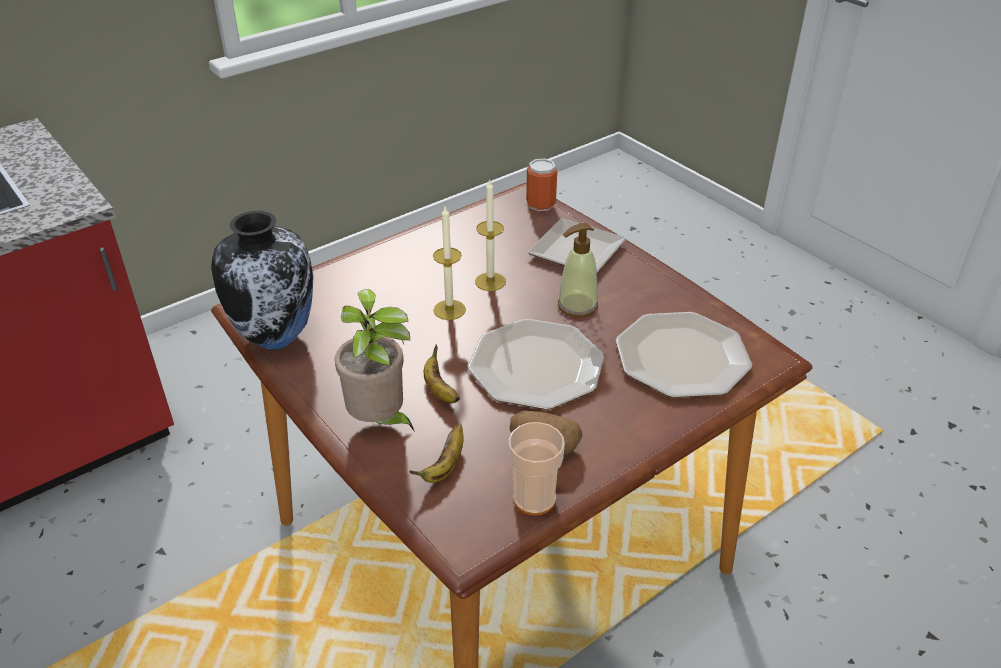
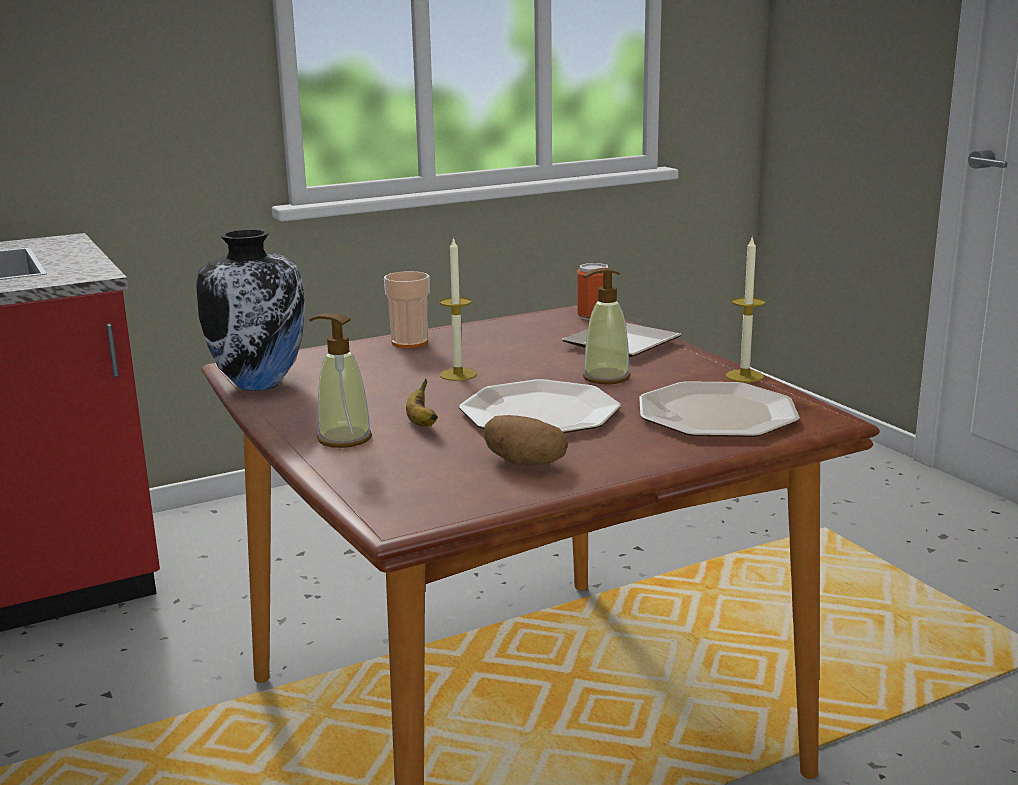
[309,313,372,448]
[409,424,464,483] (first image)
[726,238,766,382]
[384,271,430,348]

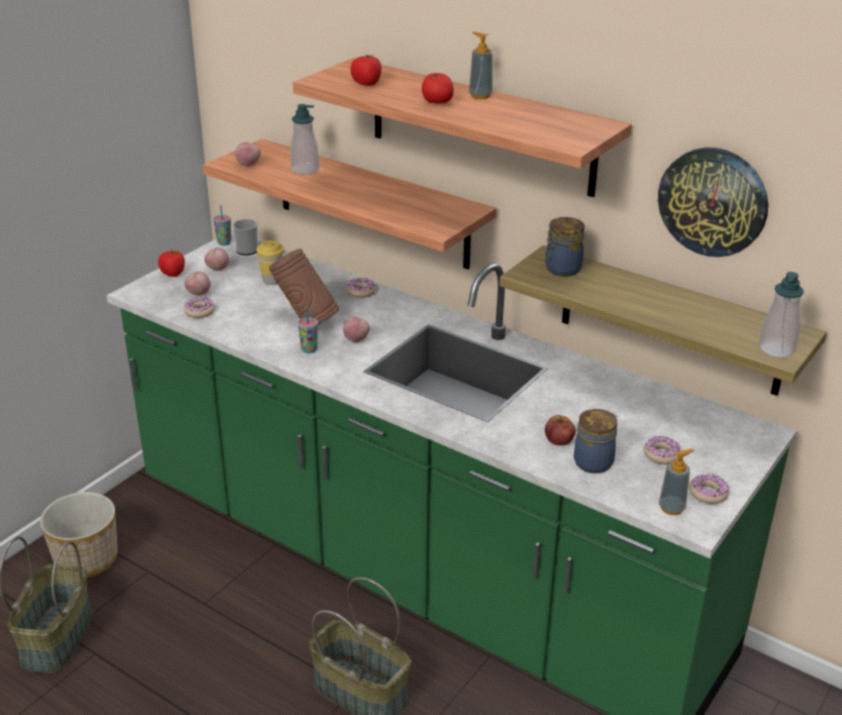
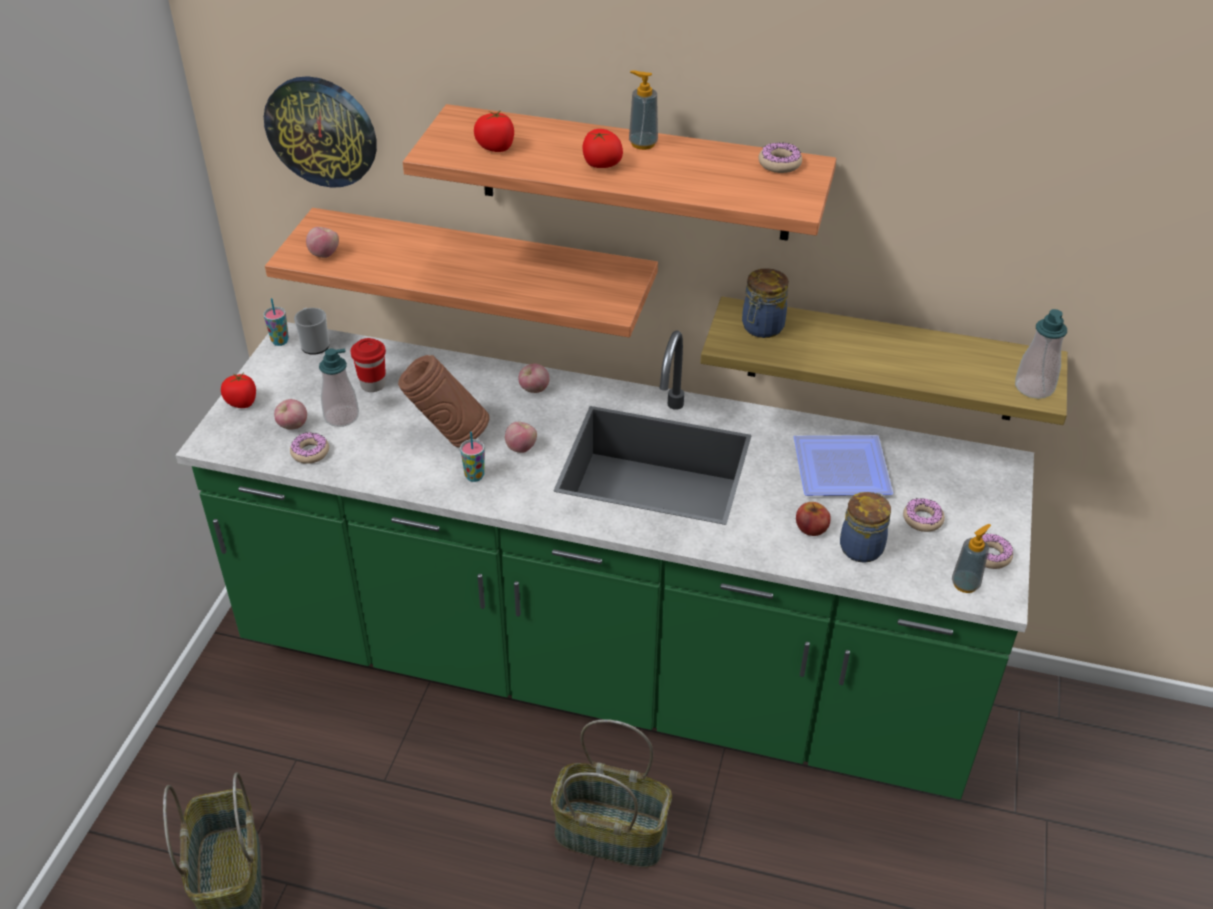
[40,492,118,578] (first image)
[519,363,550,393]
[351,338,386,392]
[319,348,359,427]
[758,142,802,173]
[264,76,377,188]
[793,435,893,496]

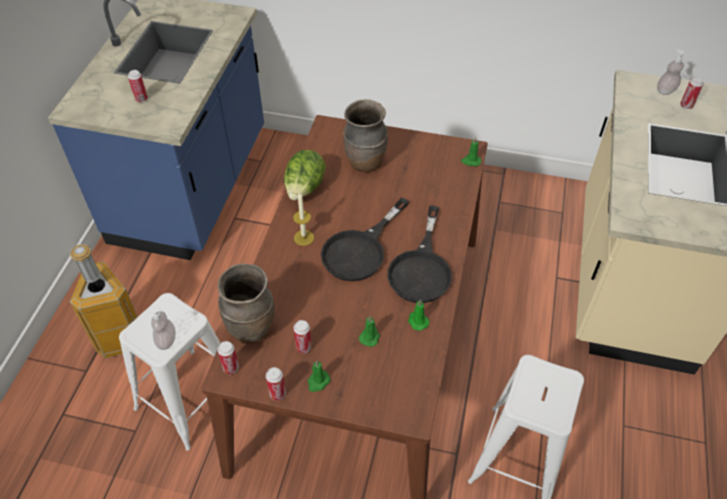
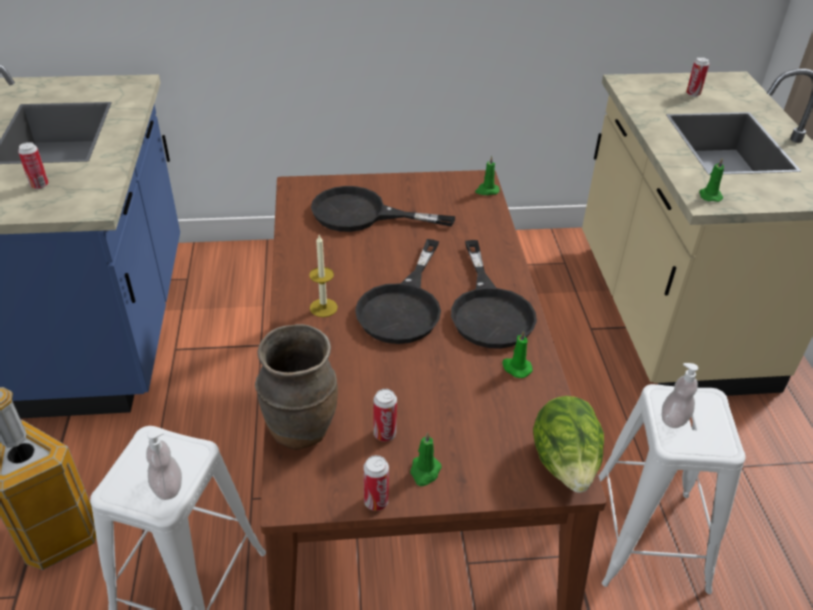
[218,341,239,374] (first image)
[533,396,604,493]
[311,186,455,232]
[699,158,724,202]
[662,363,698,428]

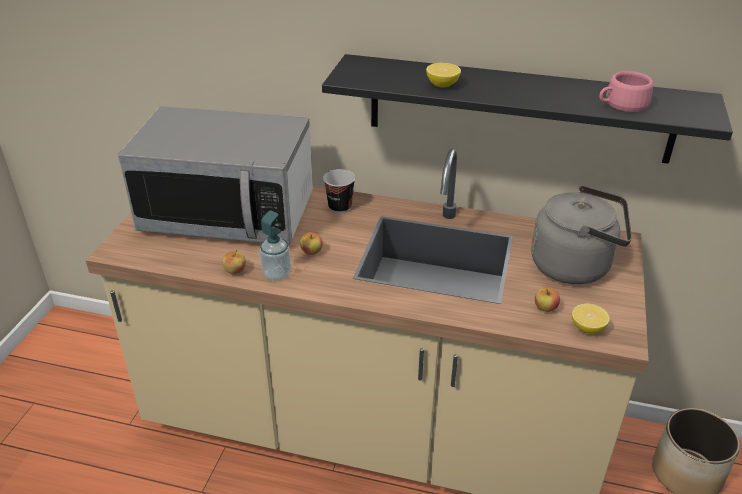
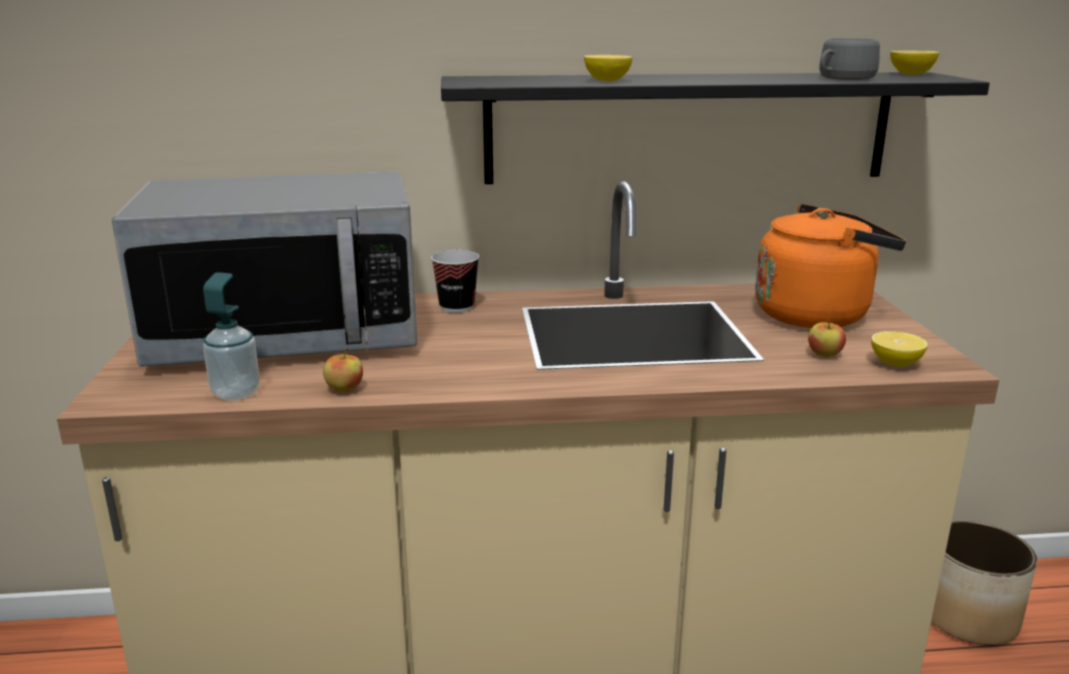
[203,272,260,401]
[300,233,323,255] (first image)
[755,204,906,328]
[819,38,880,80]
[890,50,939,75]

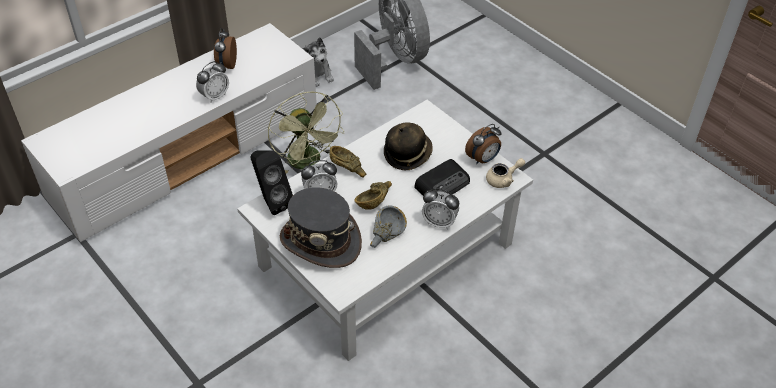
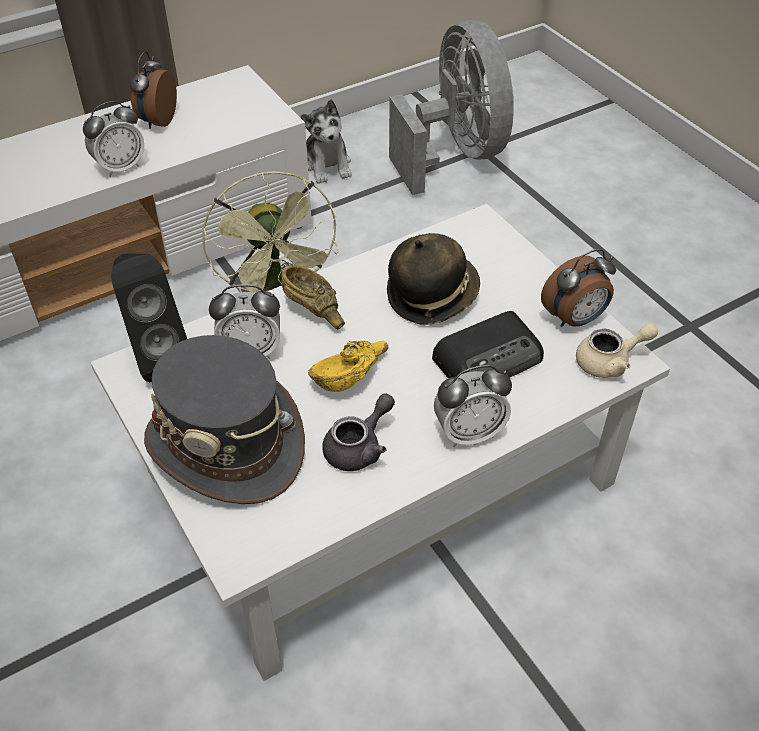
[308,341,388,392]
[322,393,395,471]
[434,365,512,447]

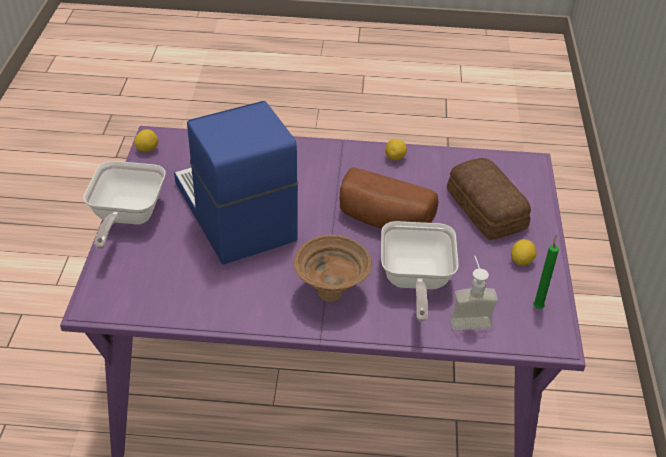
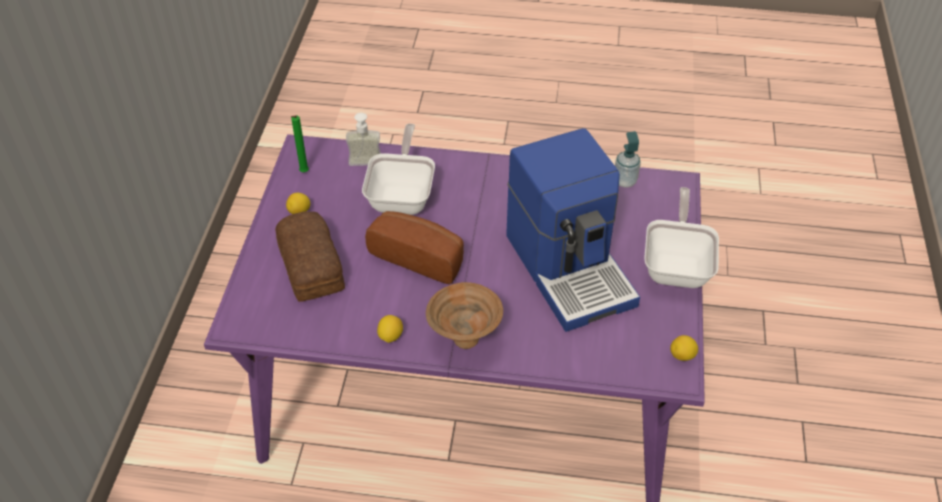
[426,282,503,349]
[615,131,641,187]

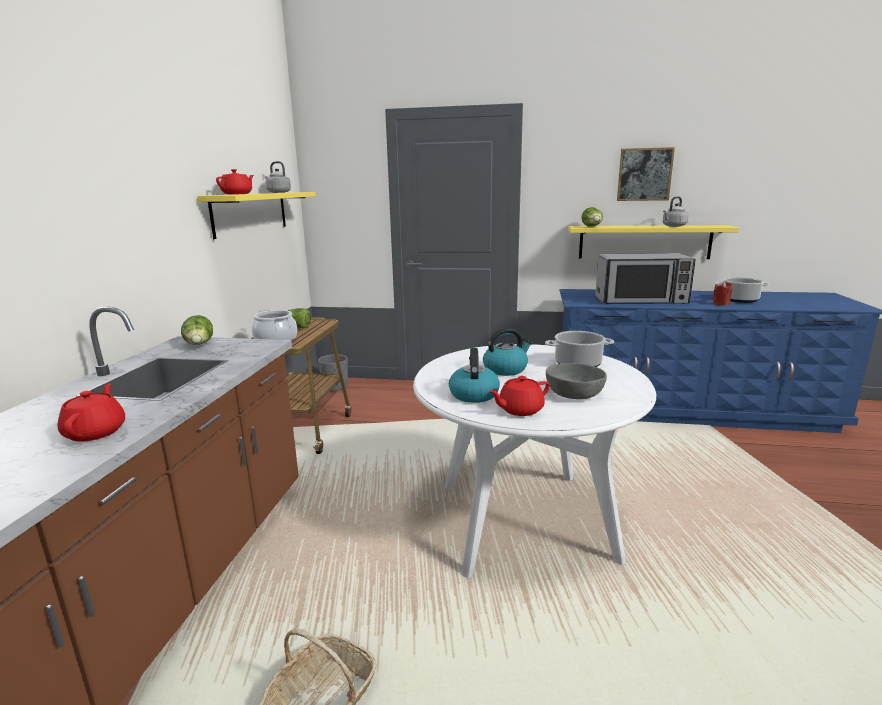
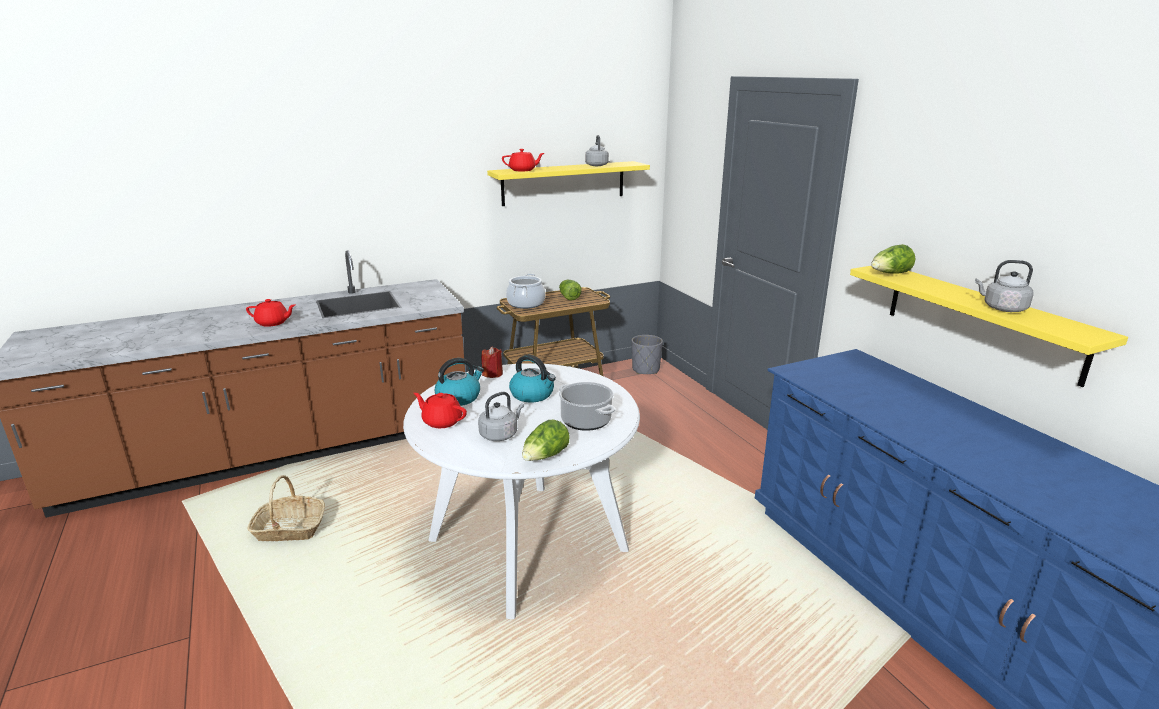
[246,299,295,327]
[522,420,569,461]
[478,392,524,441]
[595,253,696,304] (first image)
[617,147,675,201] (first image)
[481,346,503,378]
[716,277,771,303] (first image)

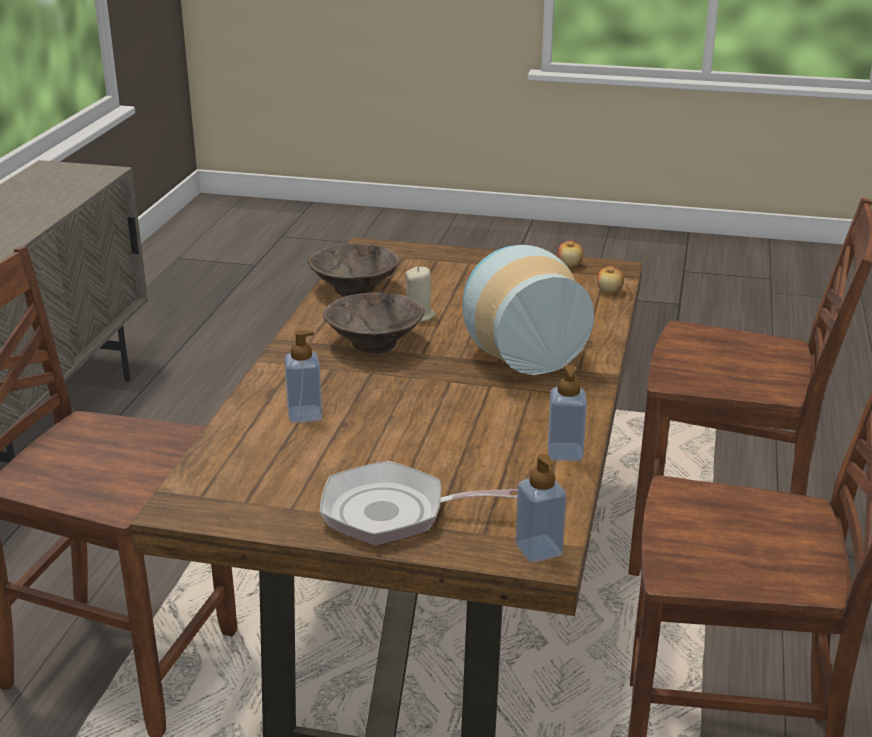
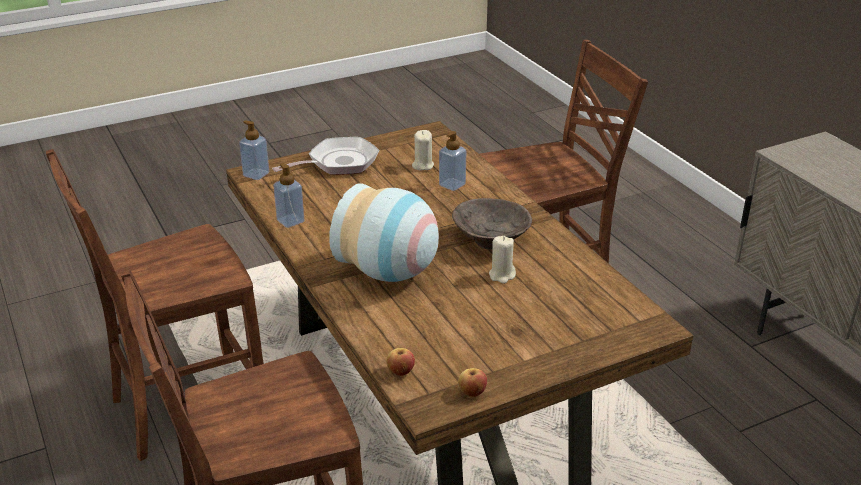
[308,244,400,297] (first image)
[412,130,434,171]

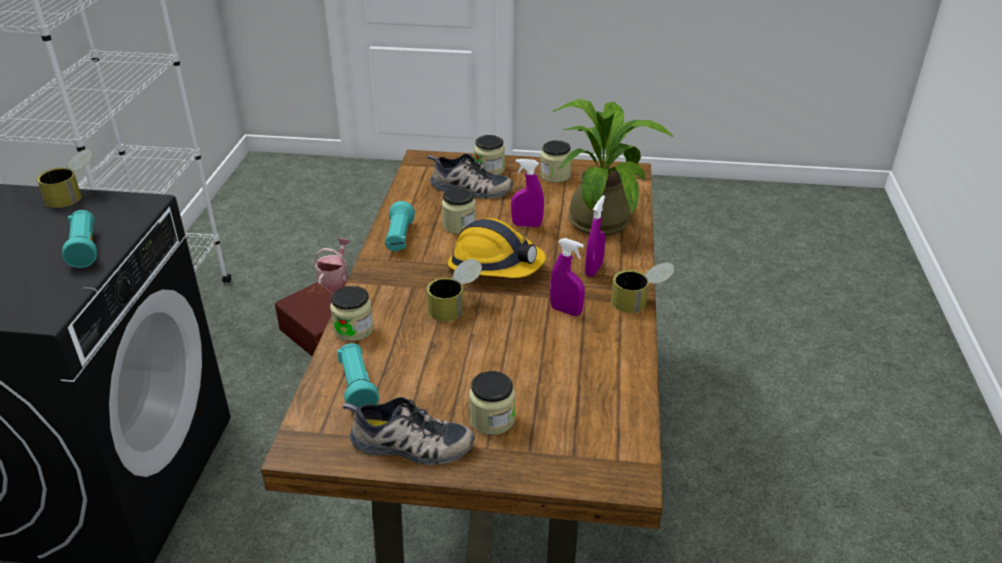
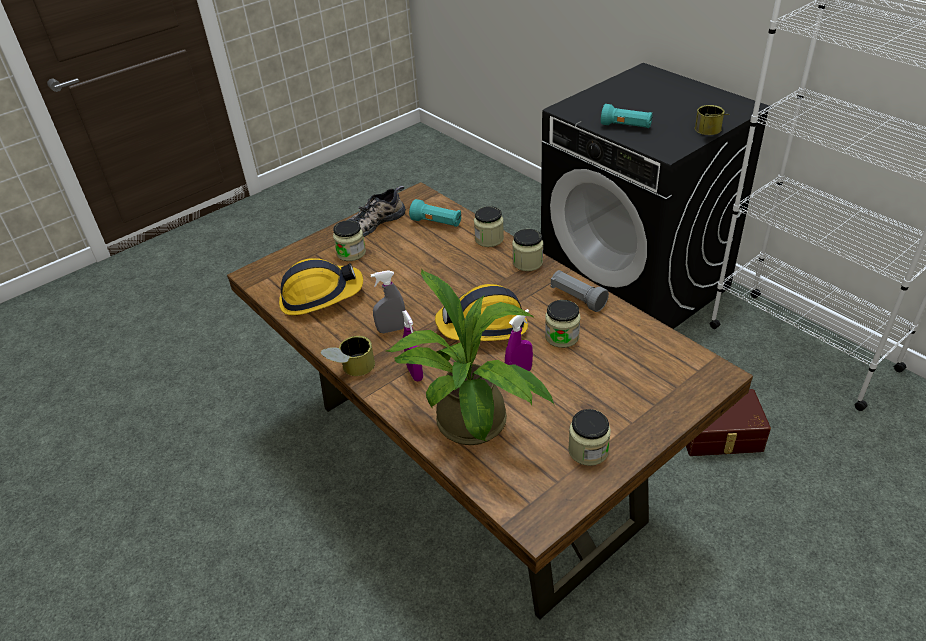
[314,238,350,293] (first image)
[551,270,609,312]
[426,259,482,321] (first image)
[427,154,513,199] (first image)
[512,229,543,271]
[371,270,406,333]
[279,258,363,315]

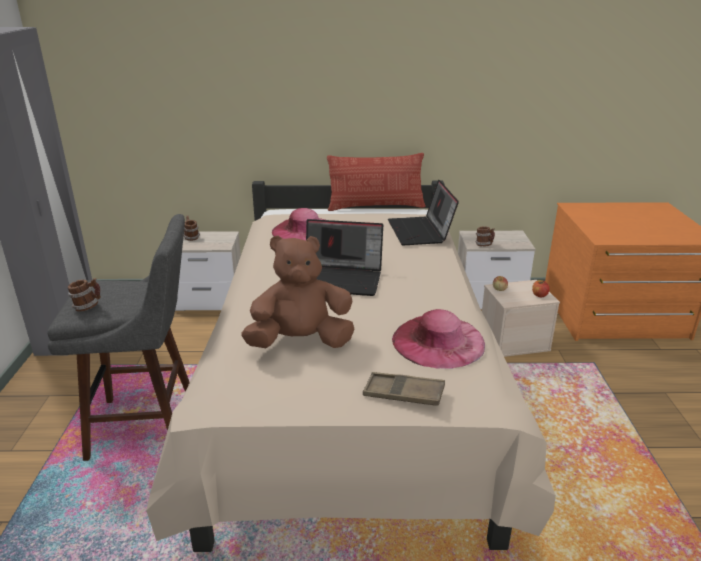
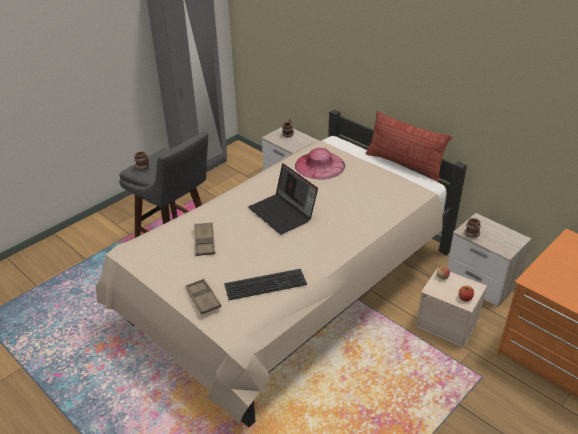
[194,222,215,256]
[388,179,459,245] (first image)
[224,269,307,300]

